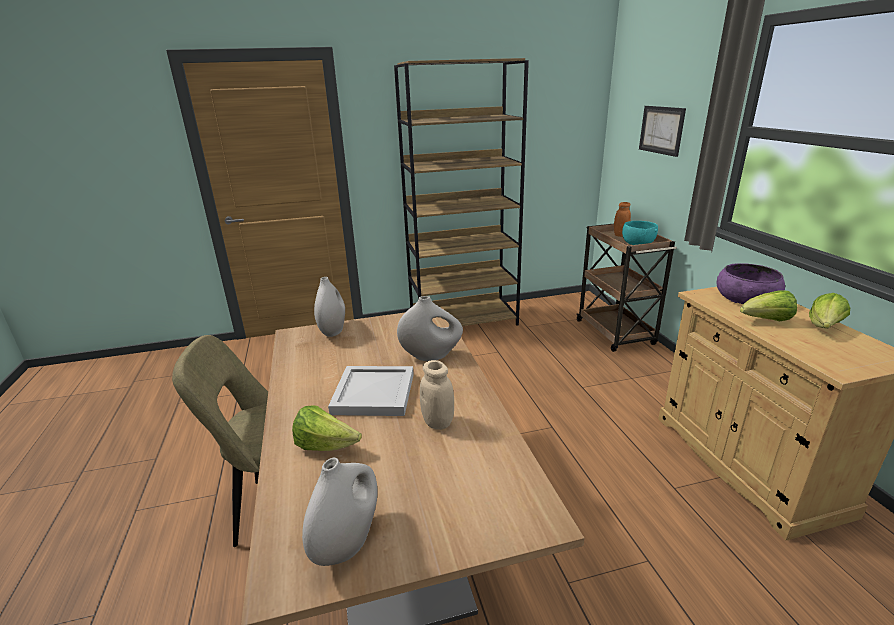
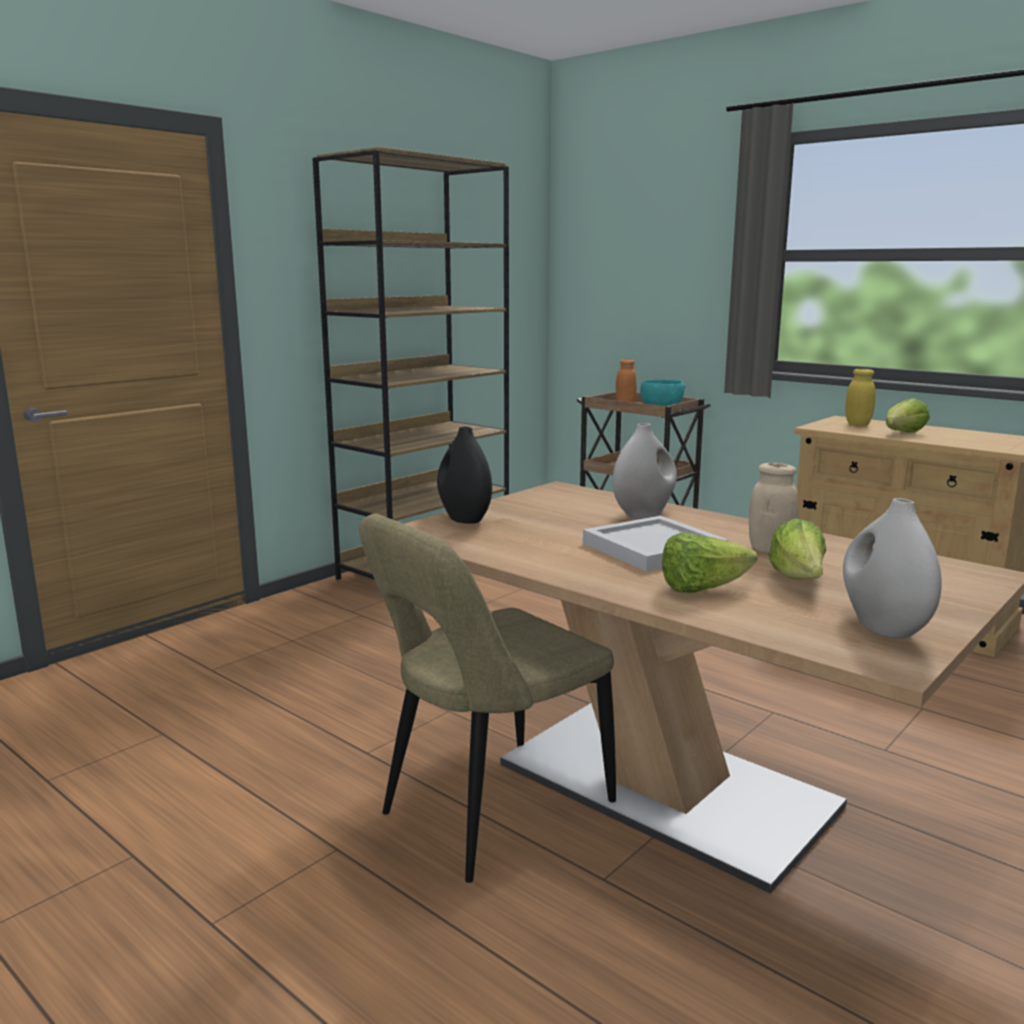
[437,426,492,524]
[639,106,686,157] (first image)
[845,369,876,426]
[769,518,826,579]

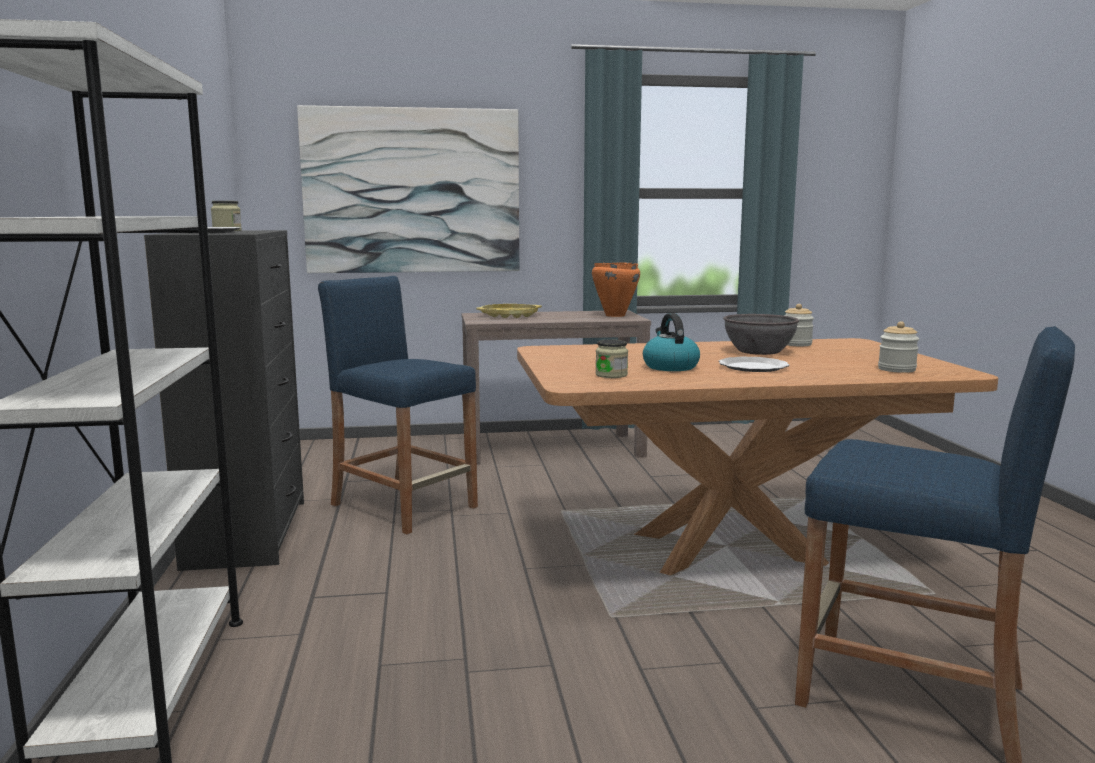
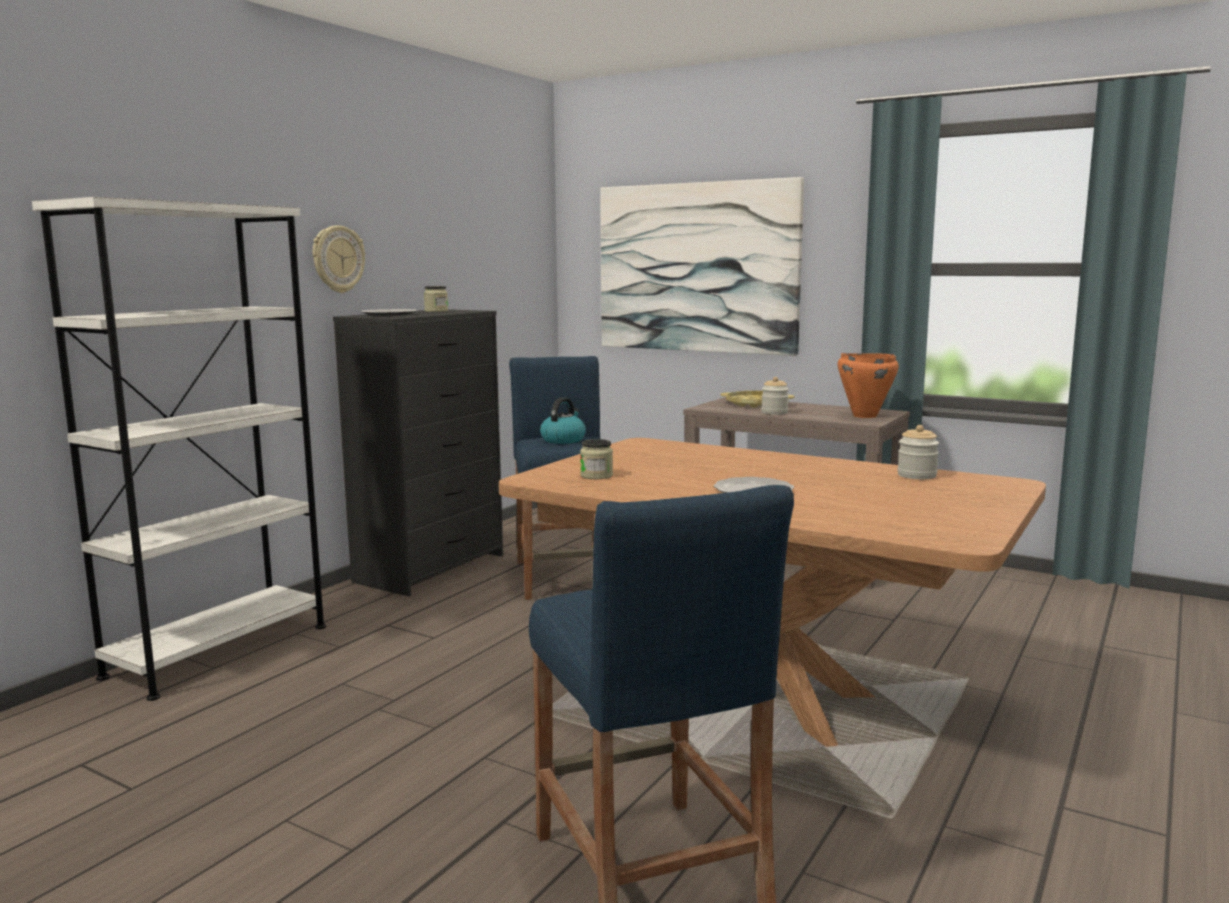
[540,397,586,444]
[723,314,799,355] (first image)
[761,377,789,415]
[313,225,365,293]

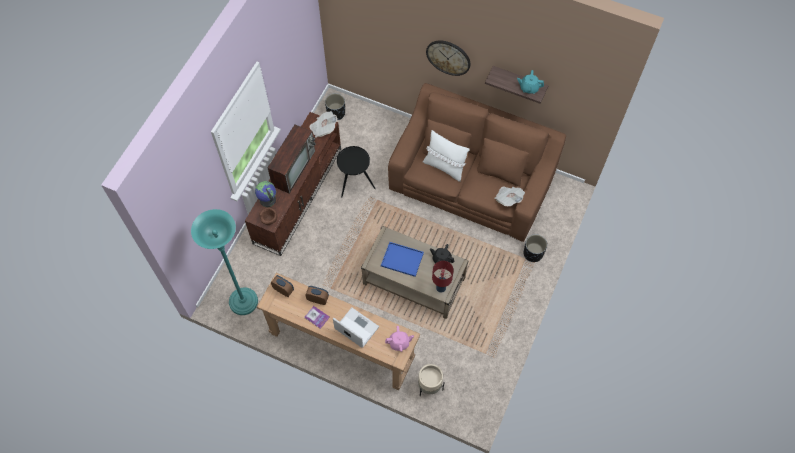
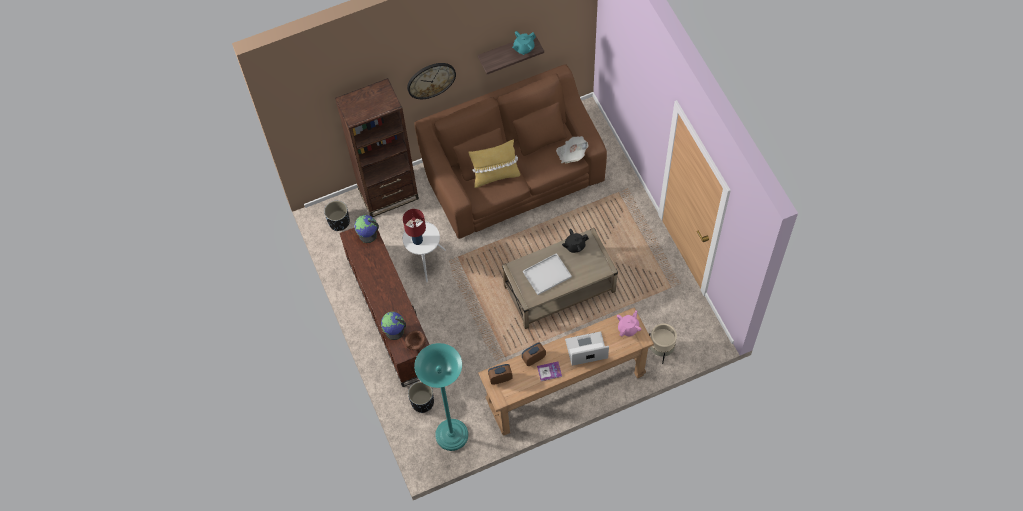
[267,124,316,194] (first image)
[354,215,379,243]
[403,221,446,282]
[523,253,572,295]
[468,140,520,188]
[403,209,426,245]
[408,382,434,413]
[335,78,419,217]

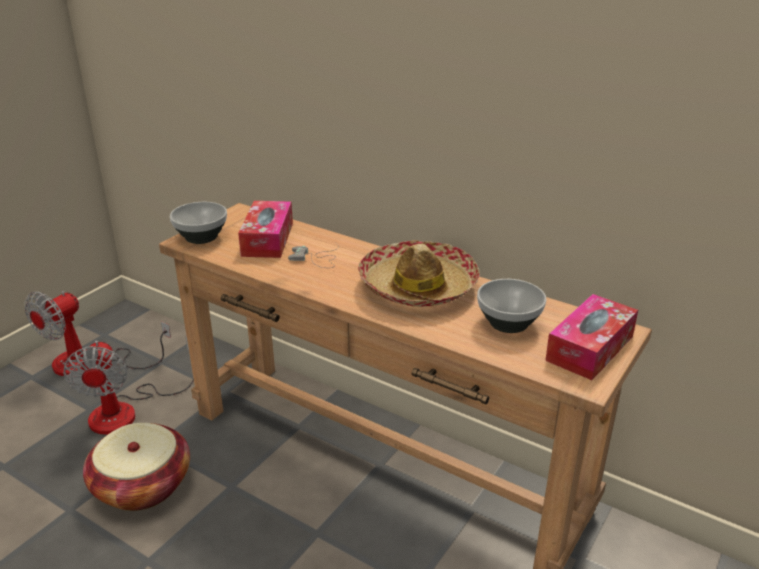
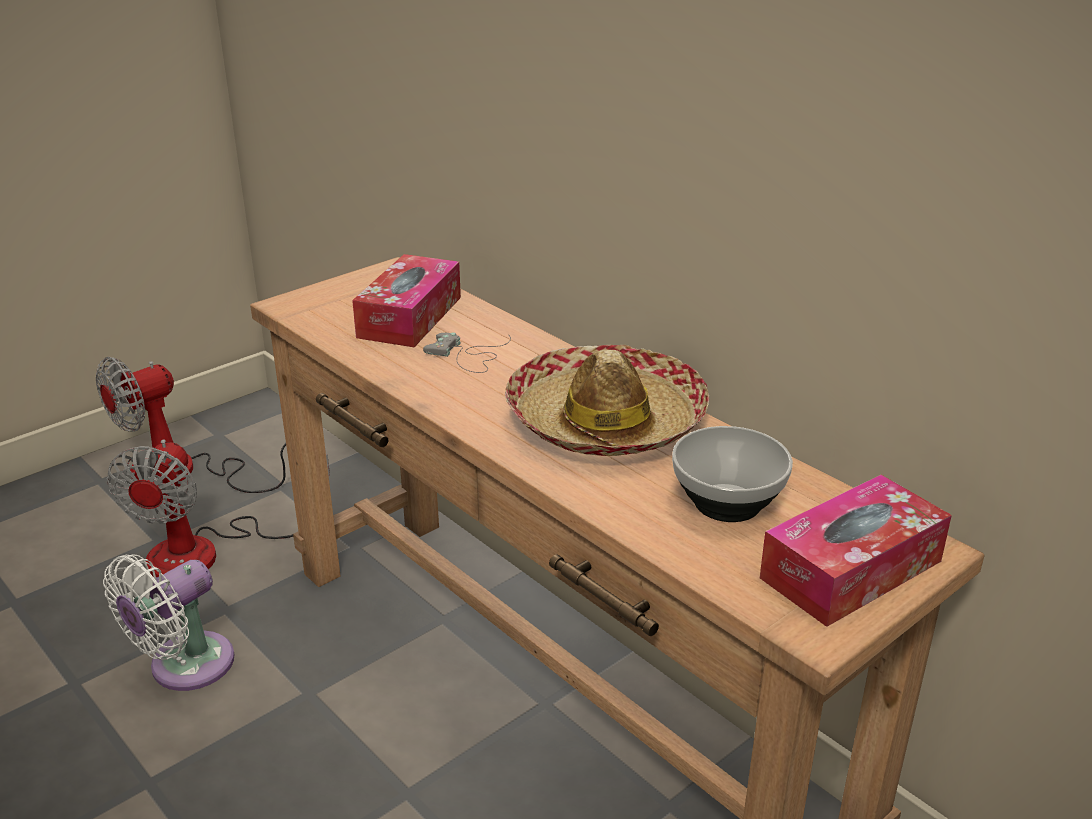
[103,554,235,691]
[170,202,227,244] (first image)

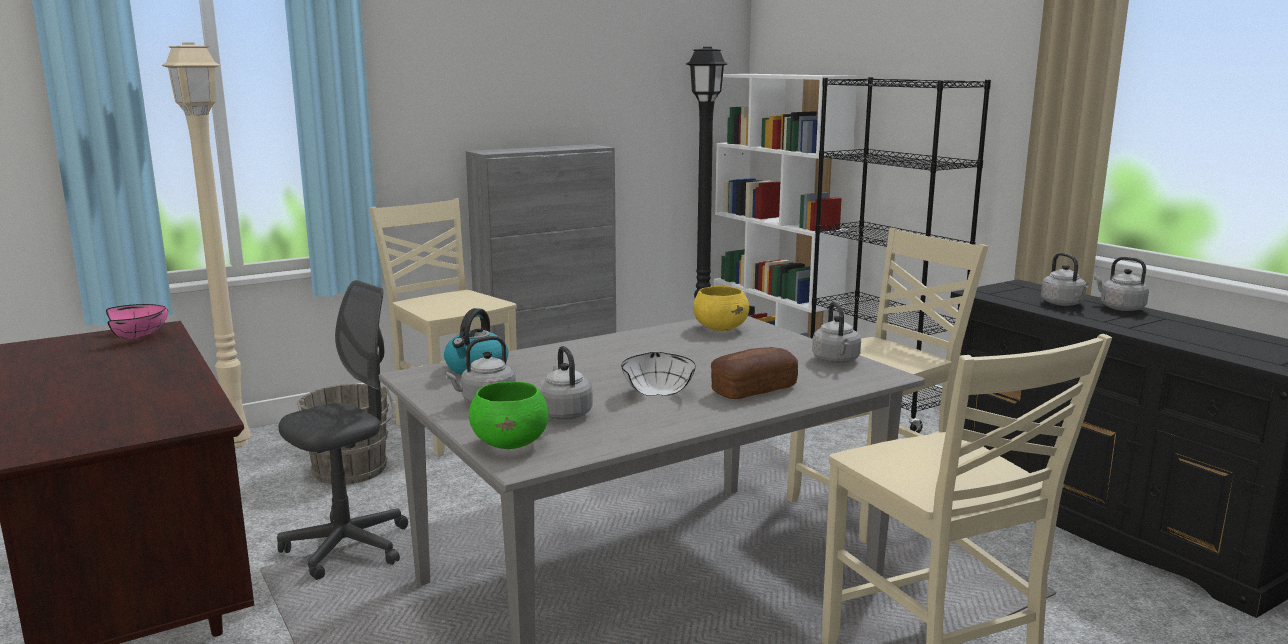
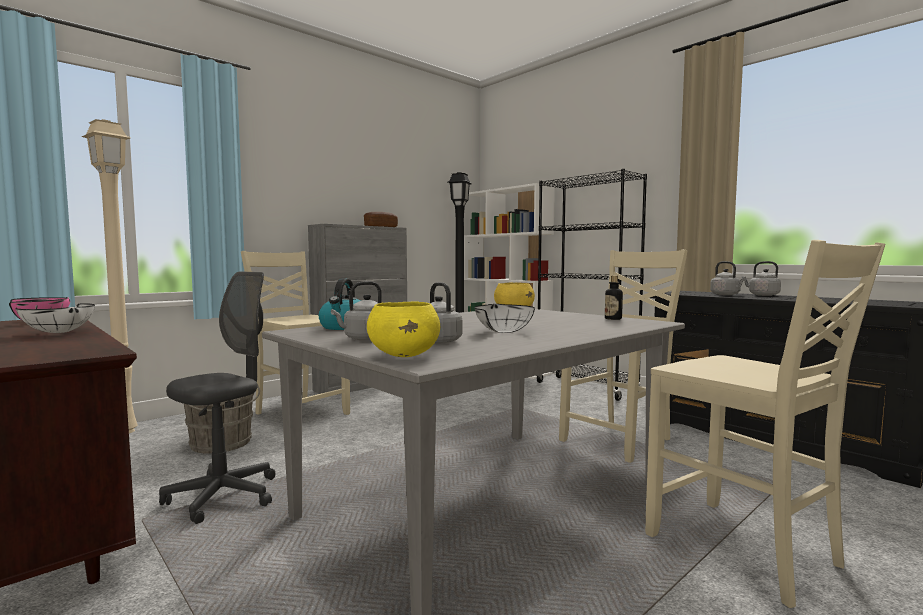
[367,302,440,357]
[364,212,398,227]
[605,276,623,320]
[16,303,95,333]

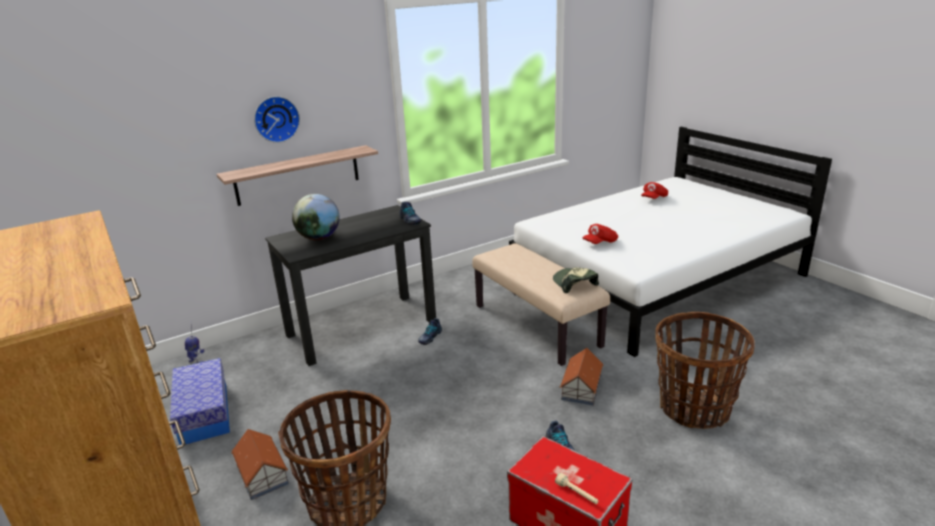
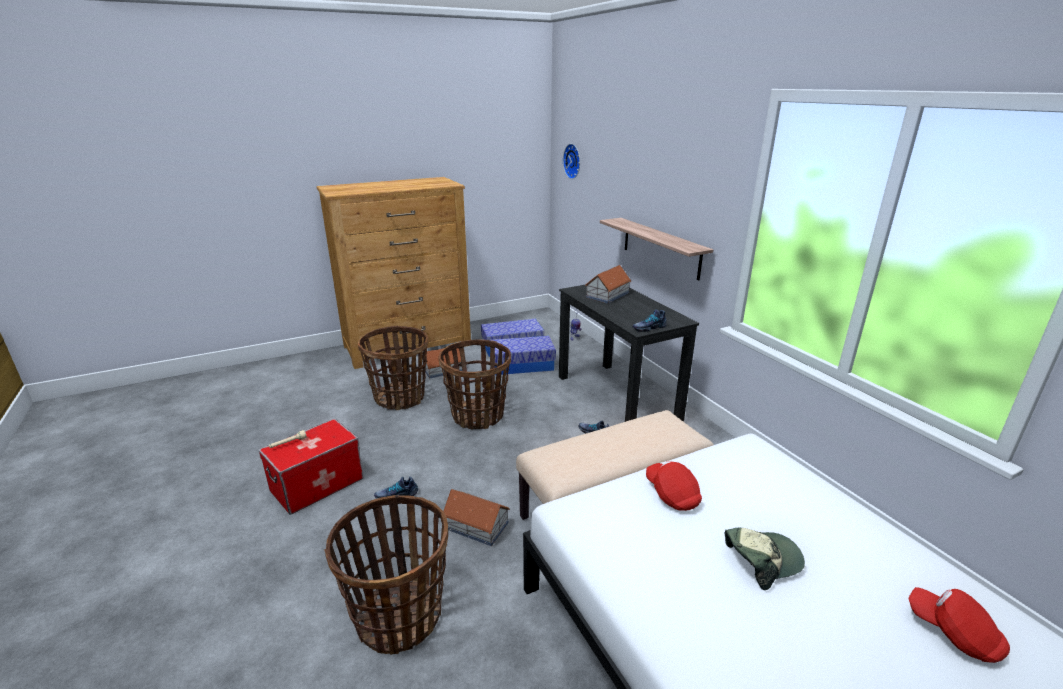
[563,144,580,179]
[585,265,632,304]
[725,528,805,590]
[438,339,511,429]
[491,336,556,375]

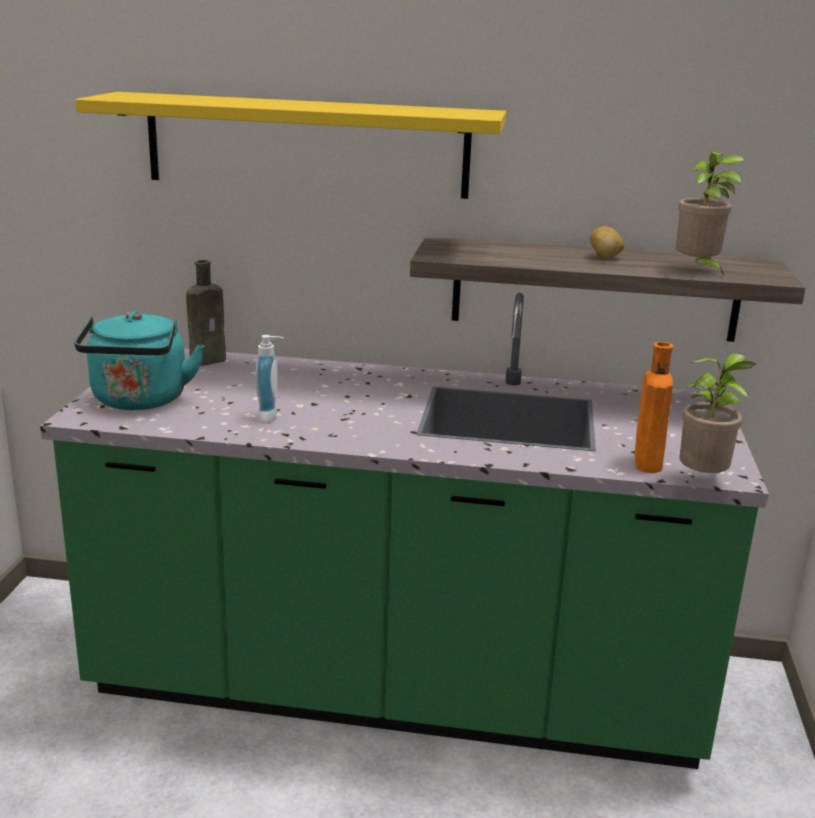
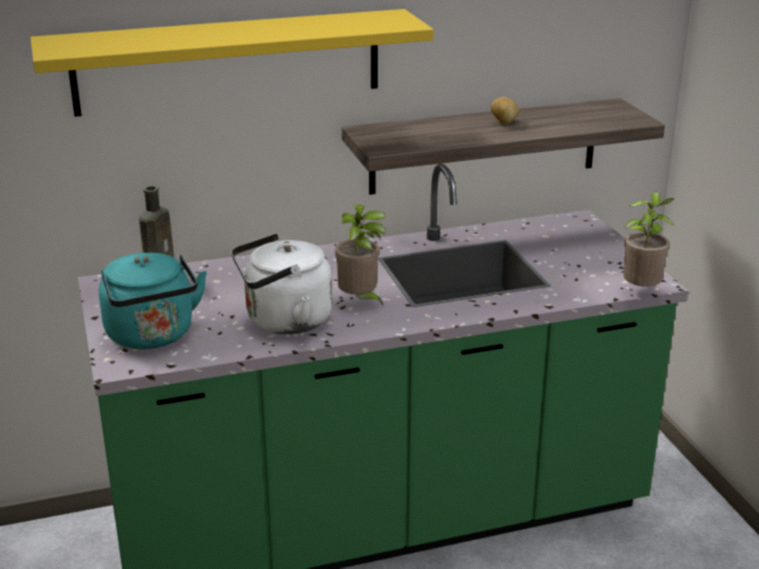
[231,233,332,334]
[634,342,674,473] (first image)
[335,205,386,305]

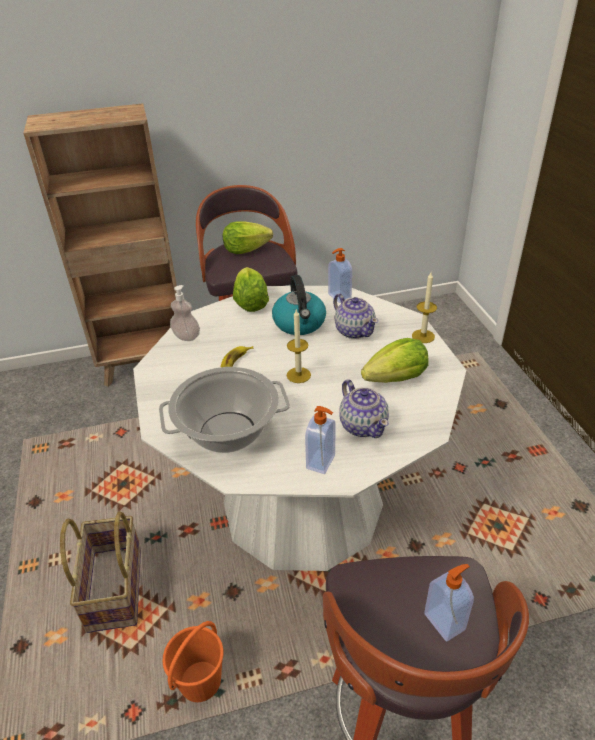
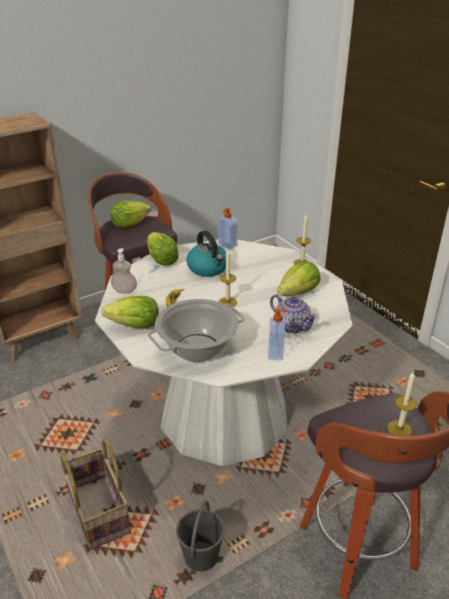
[176,500,225,572]
[333,294,378,339] (first image)
[388,371,417,436]
[102,296,159,329]

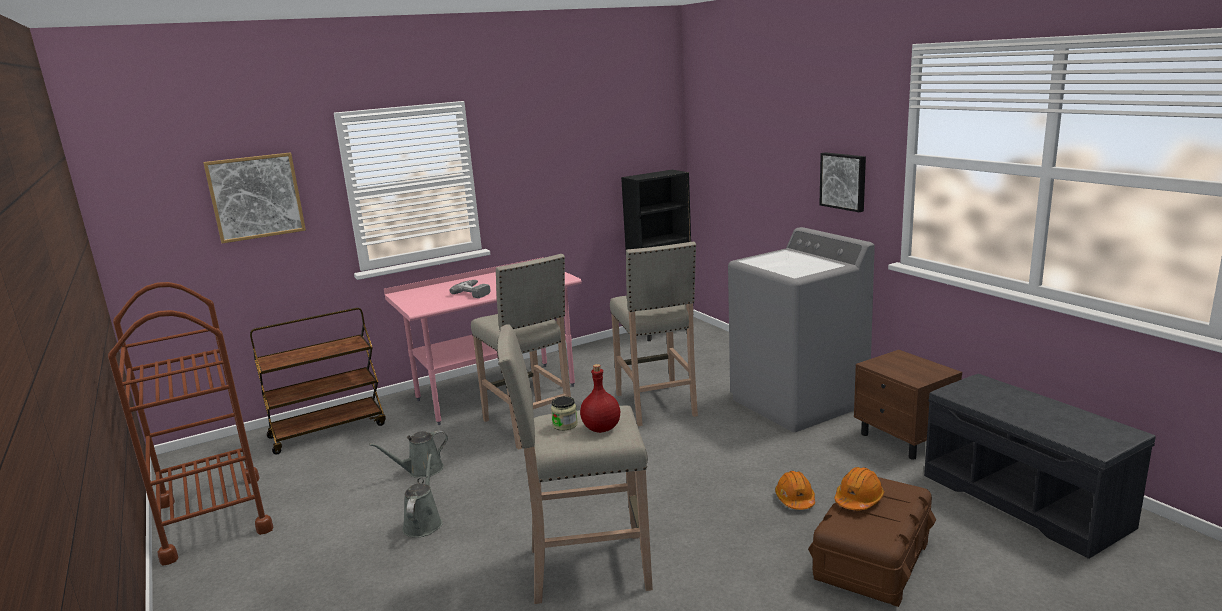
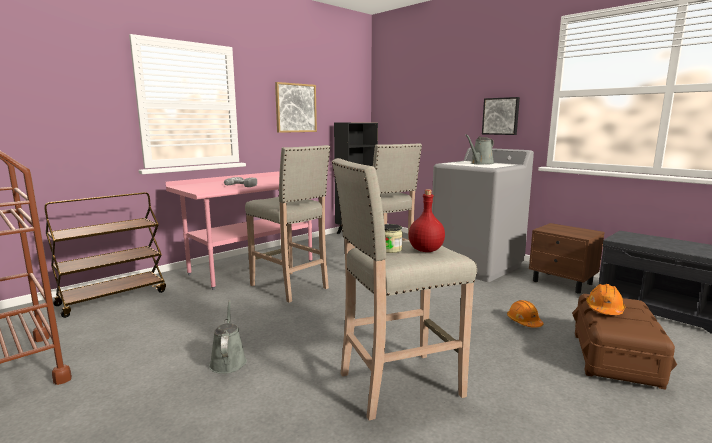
[275,82,317,133]
[466,134,494,165]

